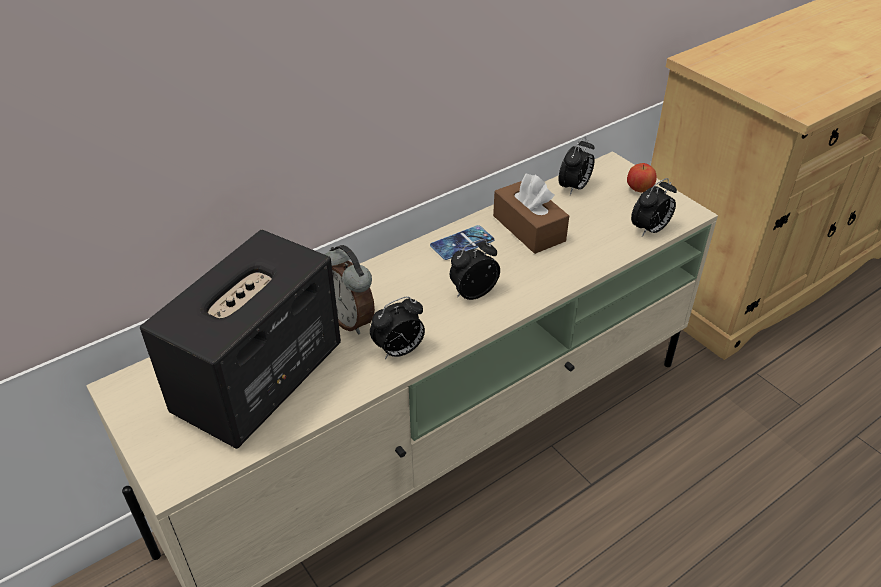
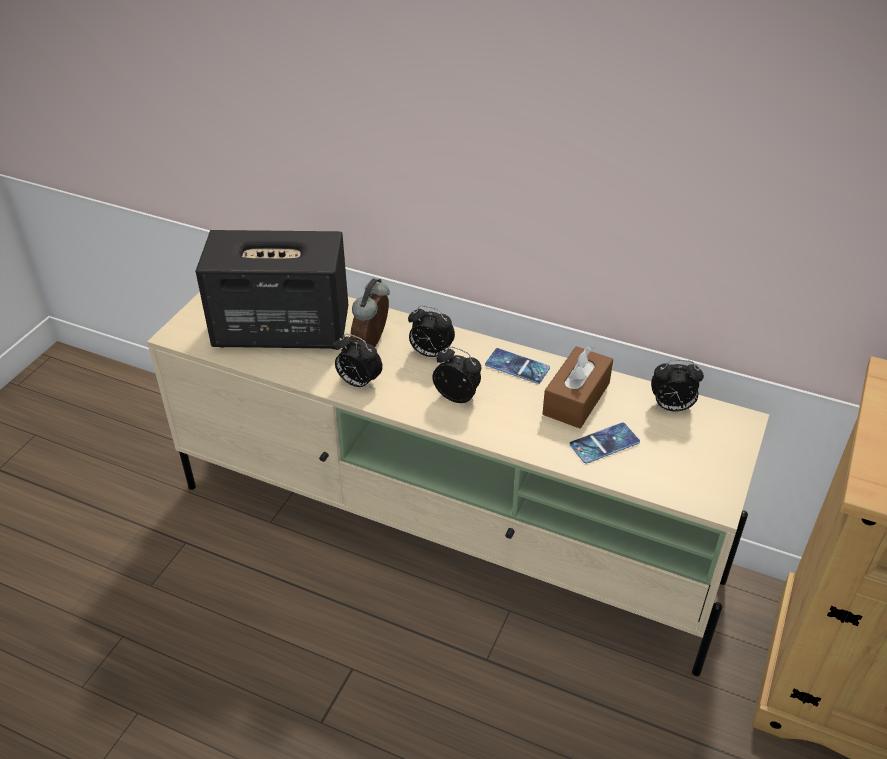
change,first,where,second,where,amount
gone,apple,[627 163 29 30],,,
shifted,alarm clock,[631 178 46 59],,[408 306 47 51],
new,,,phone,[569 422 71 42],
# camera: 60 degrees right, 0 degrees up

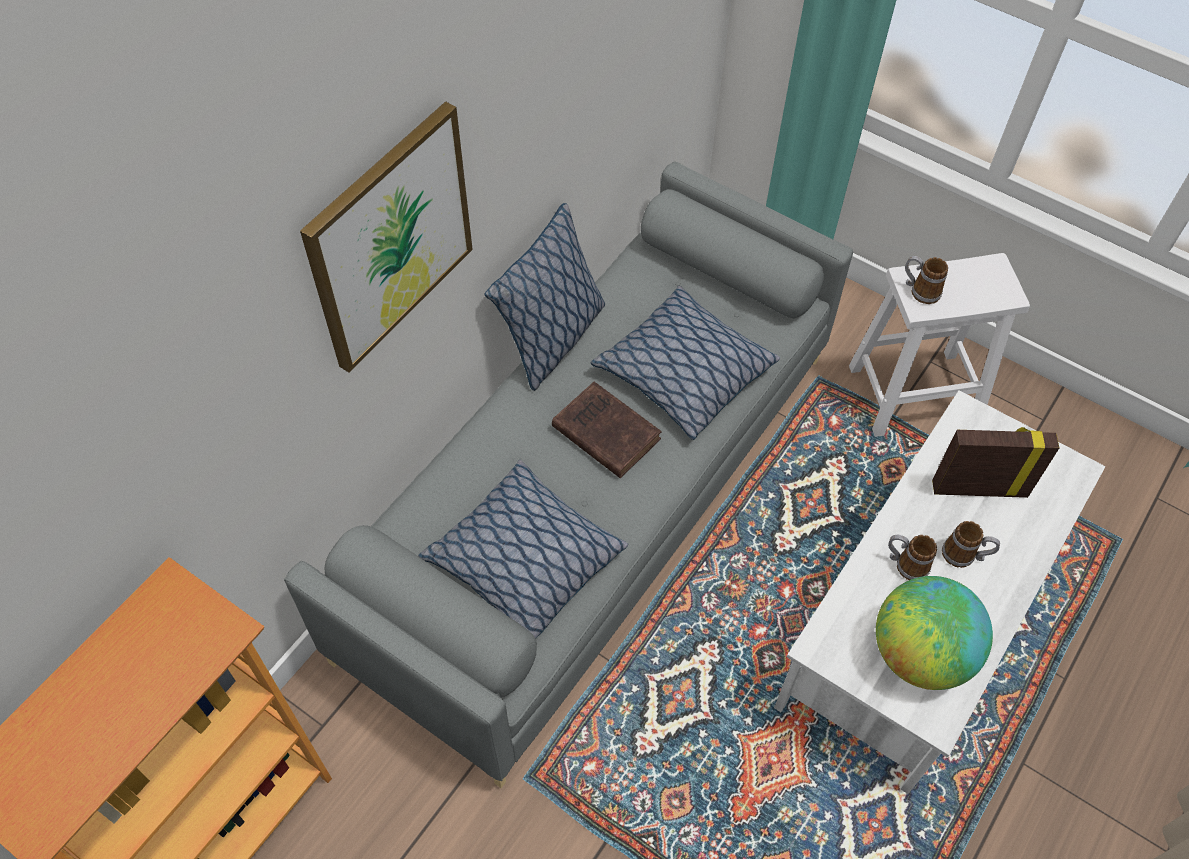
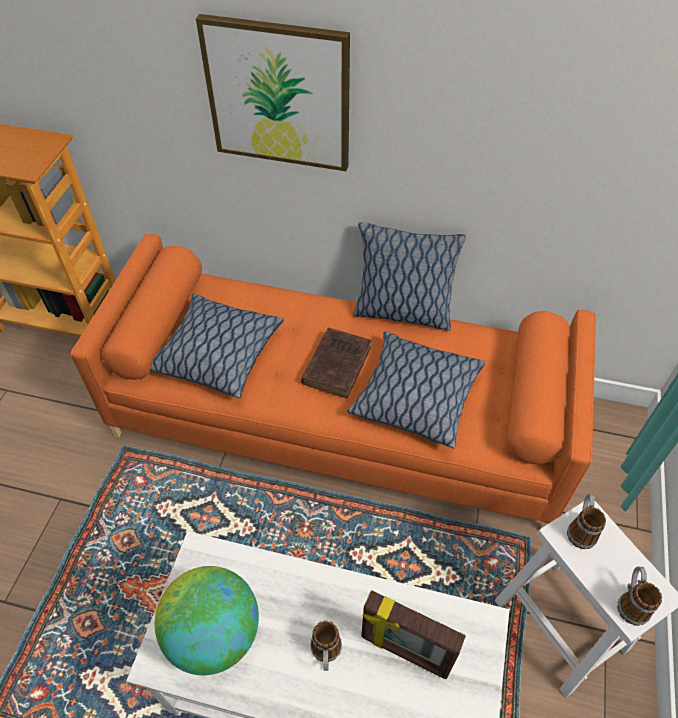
change,first,where,second,where,amount
repainted,grey sofa,[284 161 569 627],orange sofa,[70 234 526 294],
shifted,mug,[888 535 49 45],,[617 567 45 59],
rotated,picture frame,[932 427 127 71],,[361 590 105 89],135 degrees clockwise
# camera: 70 degrees right, 5 degrees down

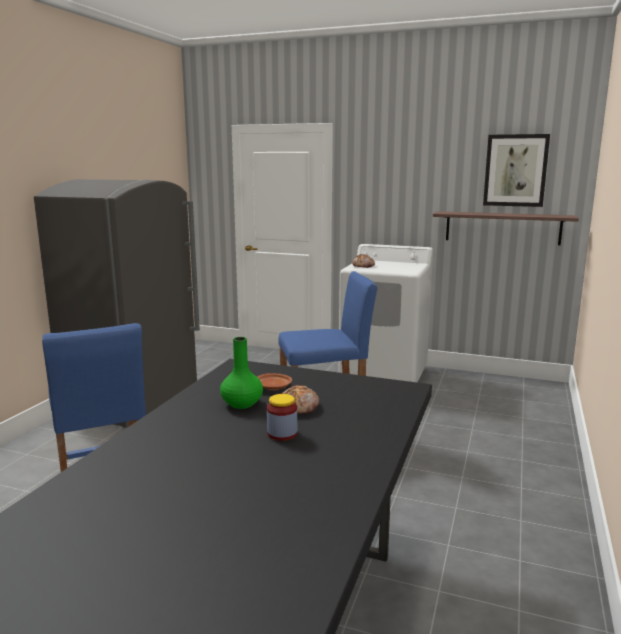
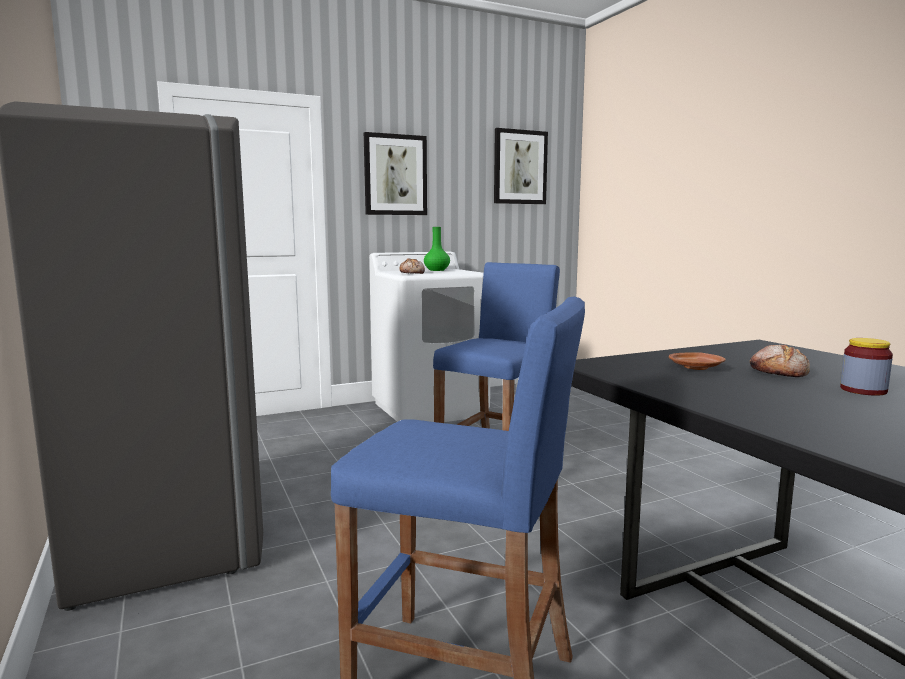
change,first,where,second,where,amount
shifted,green vase,[220 337 43 72],,[424 227 26 44],
gone,shelf,[433 211 146 34],,,
new,,,picture,[364 132 63 83],
# camera: 45 degrees left, 5 degrees down

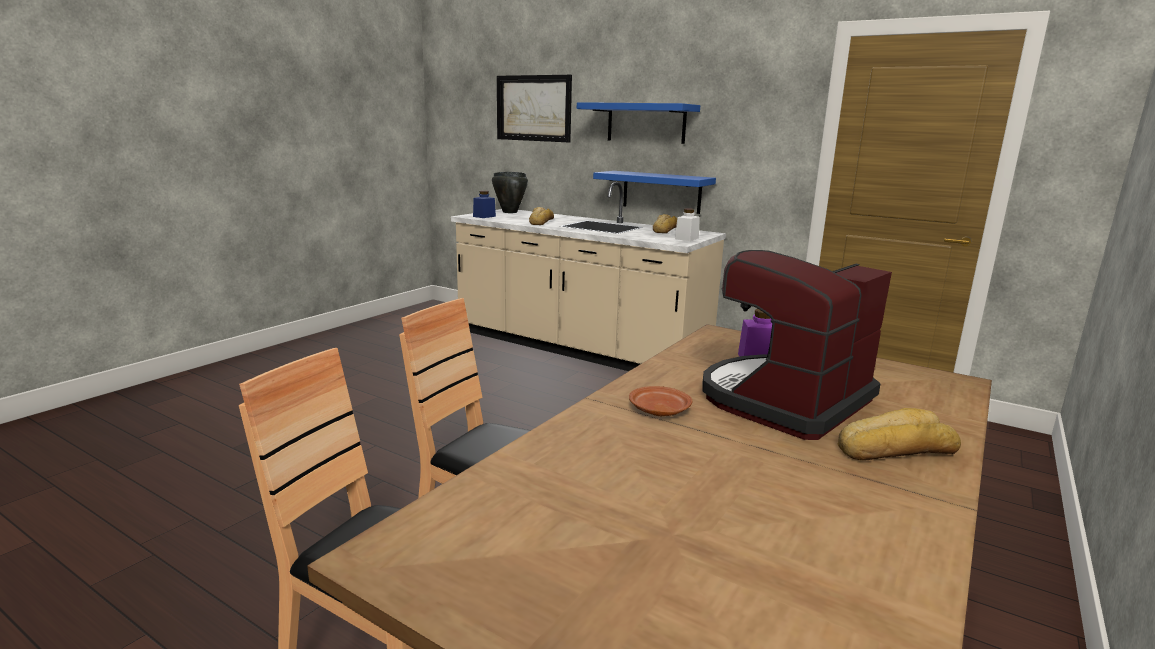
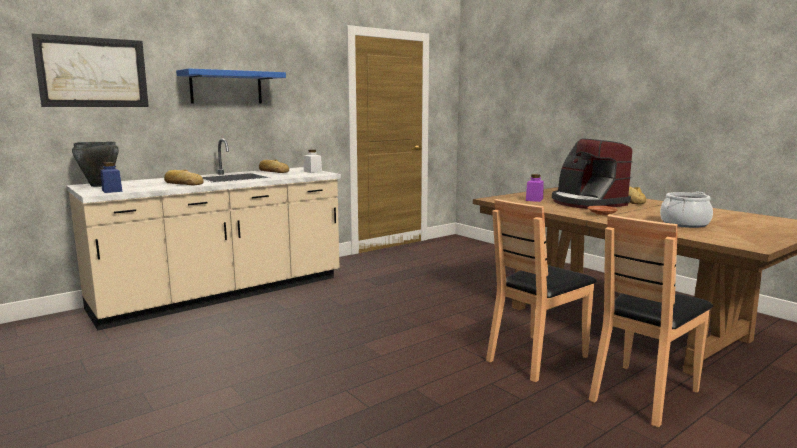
change,first,where,second,where,amount
gone,blue shelf,[593 171 123 43],,,
new,,,cooking pot,[660 192 53 36],
# camera: 70 degrees left, 5 degrees down

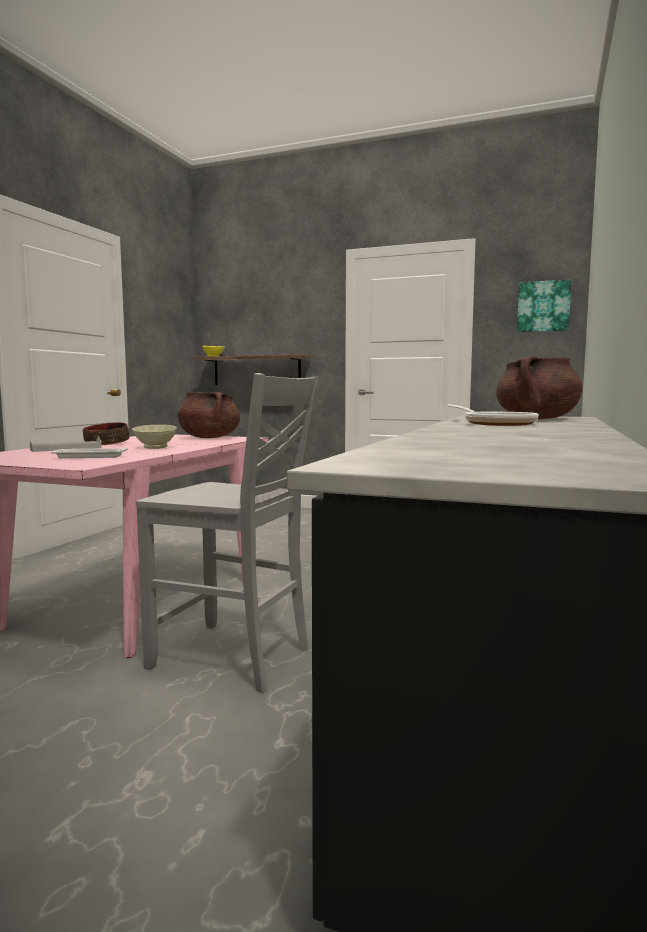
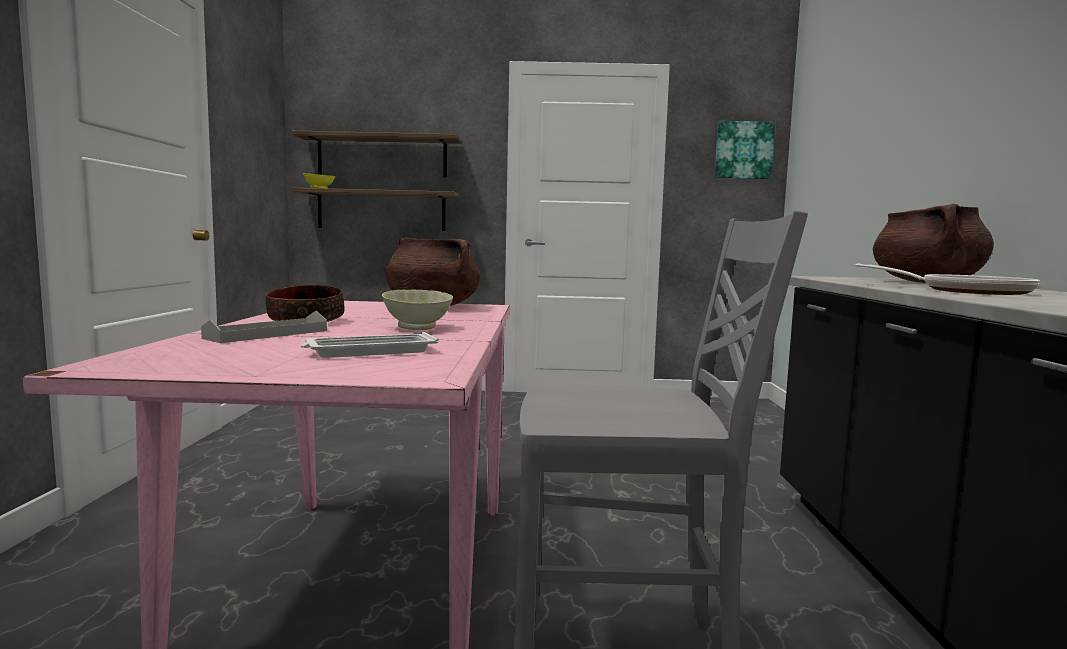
change,first,where,second,where,amount
new,,,shelf,[291 130 170 48],
# camera: 20 degrees left, 0 degrees up

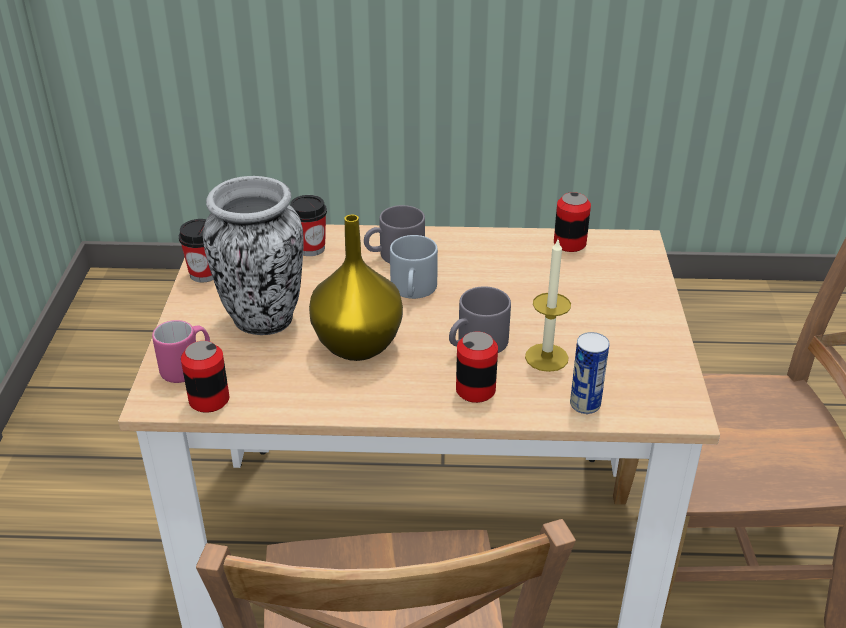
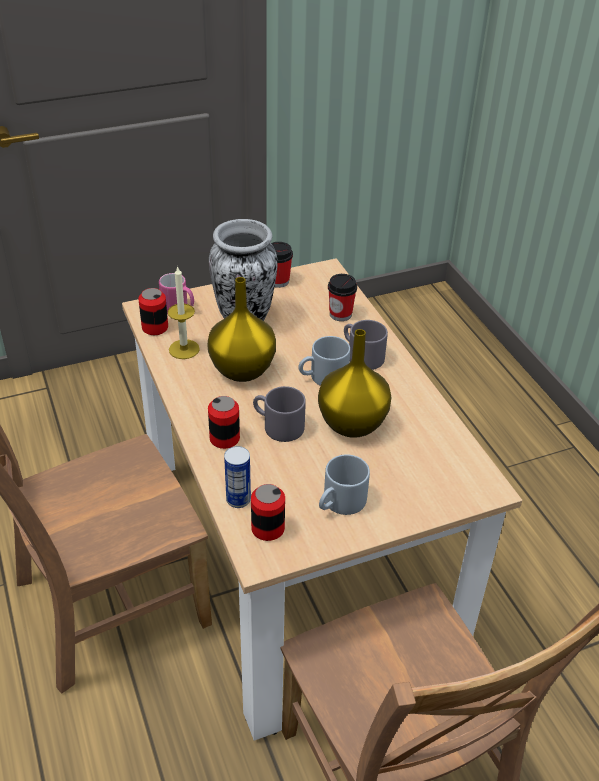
change,first,where,second,where,amount
shifted,candle,[525 240 46 132],,[168 266 32 93],
shifted,can,[554 192 37 60],,[251 484 34 57],
new,,,yellow vase,[318 329 73 109],
new,,,grey mug,[319 454 51 61],
# camera: 65 degrees right, 5 degrees up

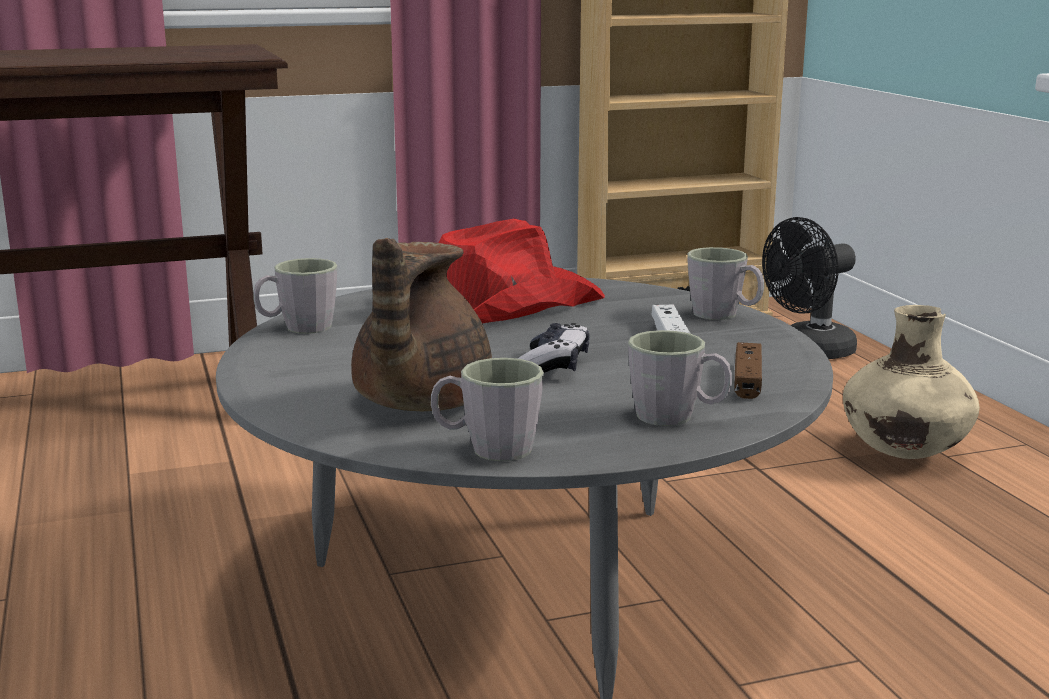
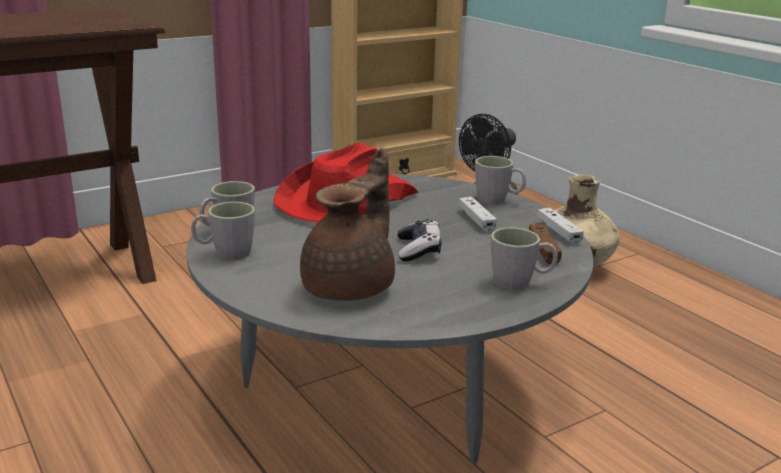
change,first,where,second,where,amount
rotated,brown teapot,[351 238 141 173],,[300 148 95 153],150 degrees counterclockwise
shifted,grey mug,[431 358 113 103],,[191 201 64 59],
new,,,white game controller,[537 208 47 36],
# camera: 15 degrees left, 5 degrees up

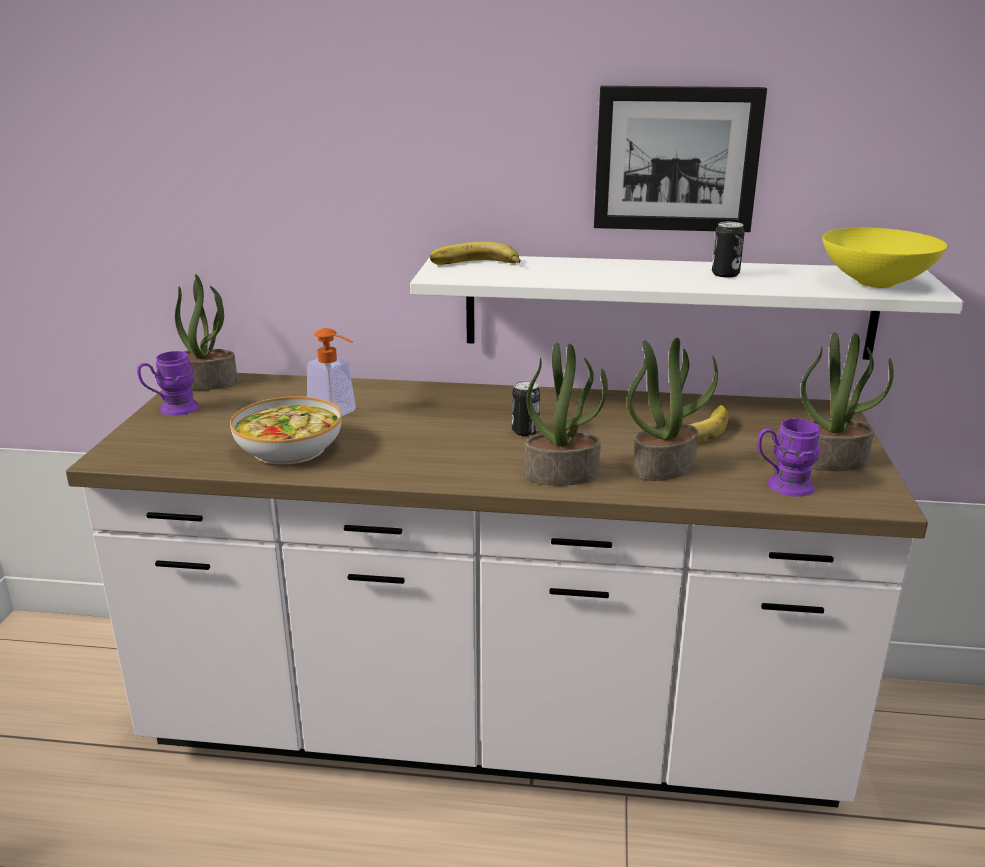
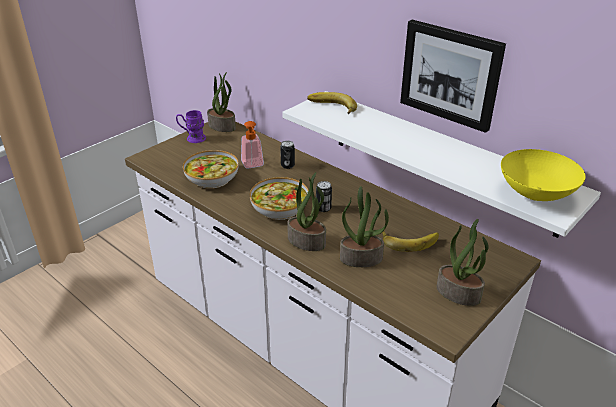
change,first,where,second,where,amount
shifted,can,[712 222 33 56],,[280 141 15 28],
gone,purple mug,[757 419 64 78],,,
new,,,bowl,[250 177 59 43],
# camera: 35 degrees right, 10 degrees up

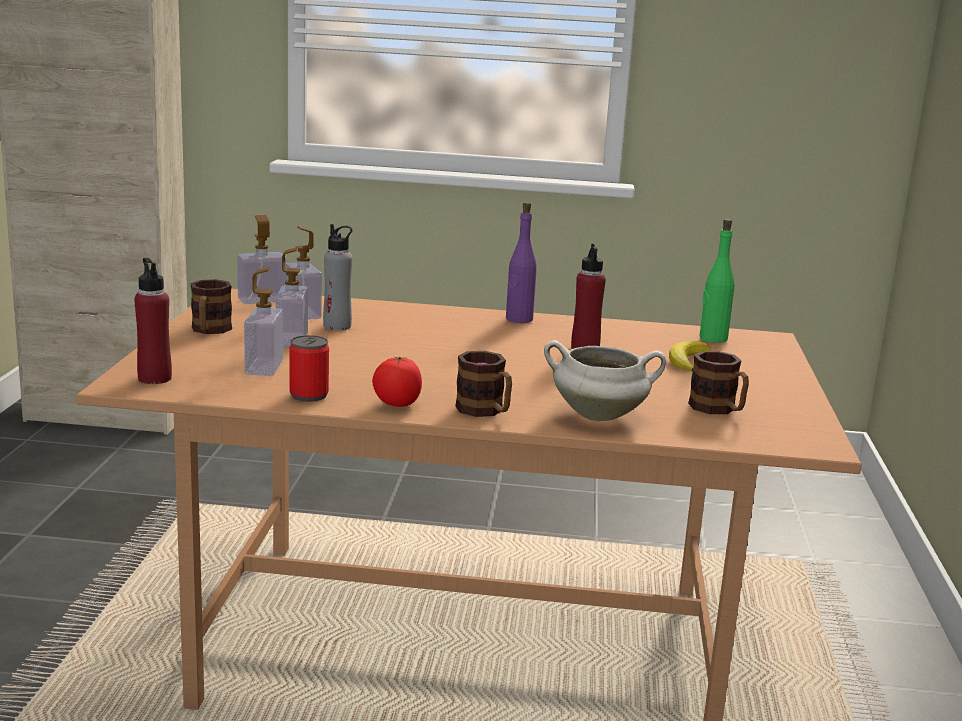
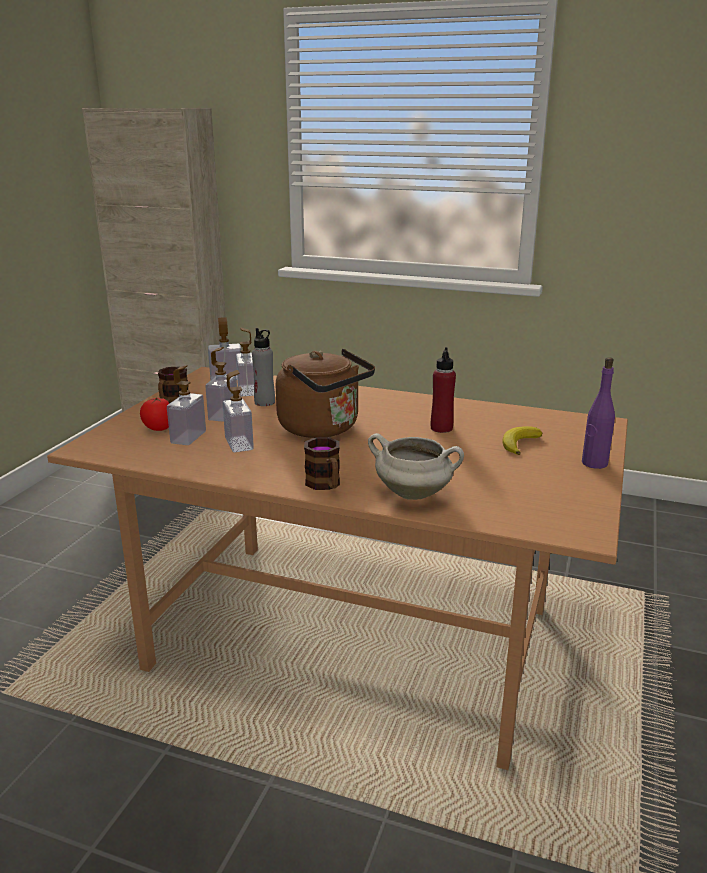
change,first,where,second,where,amount
gone,red bottle,[134 258 38 126],,,
gone,can,[289 335 40 67],,,
shifted,tomato,[372 356 50 51],,[140 397 29 34],
shifted,purple bottle,[506 202 31 121],,[582 357 33 112],
gone,mug,[688 351 61 63],,,
gone,green bottle,[700 219 34 124],,,
new,,,soap dispenser,[223 370 31 82],
new,,,brown kettle,[276 349 99 89],
# camera: 15 degrees right, 5 degrees up

